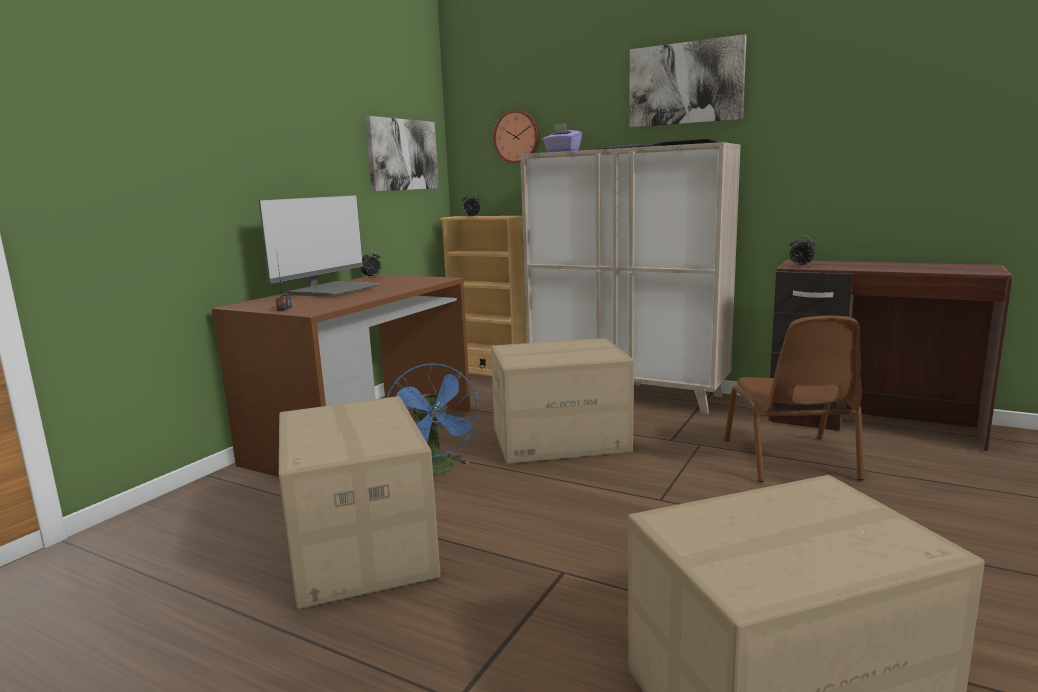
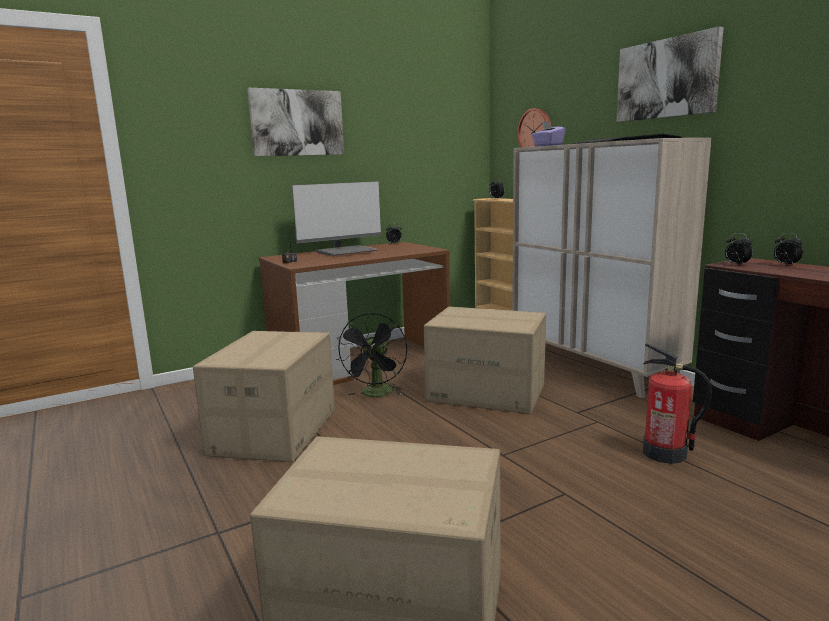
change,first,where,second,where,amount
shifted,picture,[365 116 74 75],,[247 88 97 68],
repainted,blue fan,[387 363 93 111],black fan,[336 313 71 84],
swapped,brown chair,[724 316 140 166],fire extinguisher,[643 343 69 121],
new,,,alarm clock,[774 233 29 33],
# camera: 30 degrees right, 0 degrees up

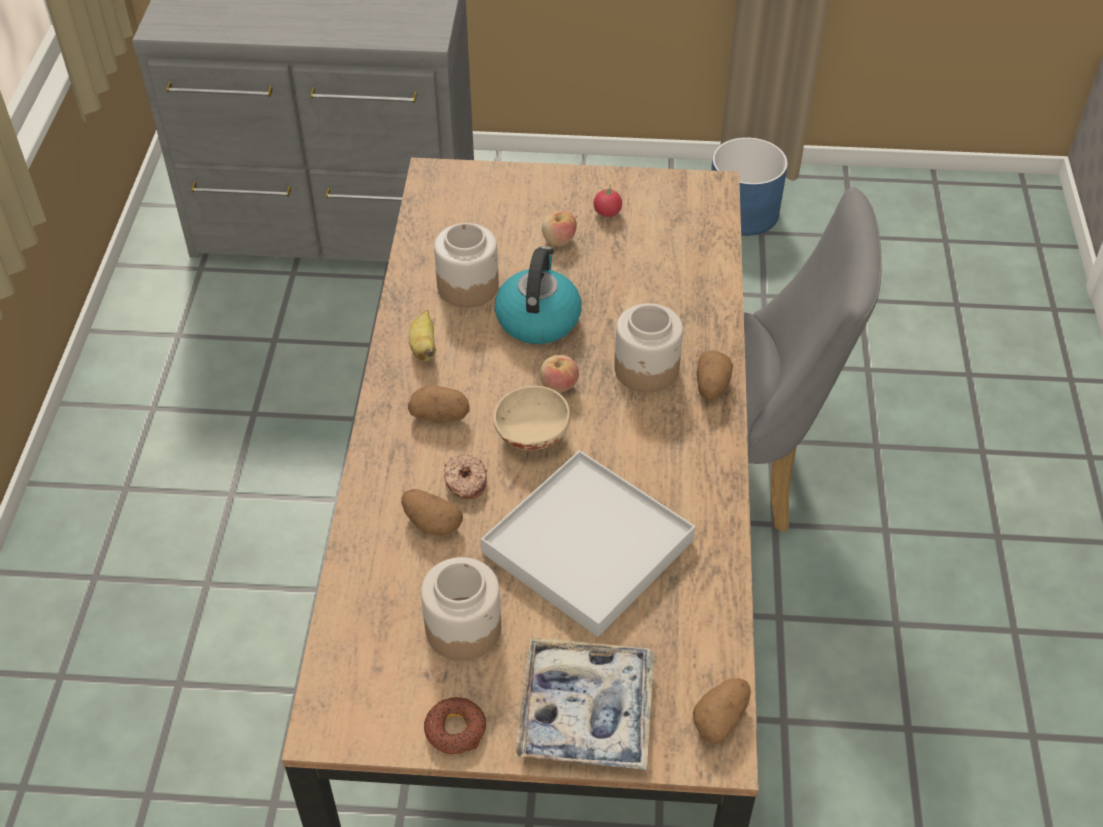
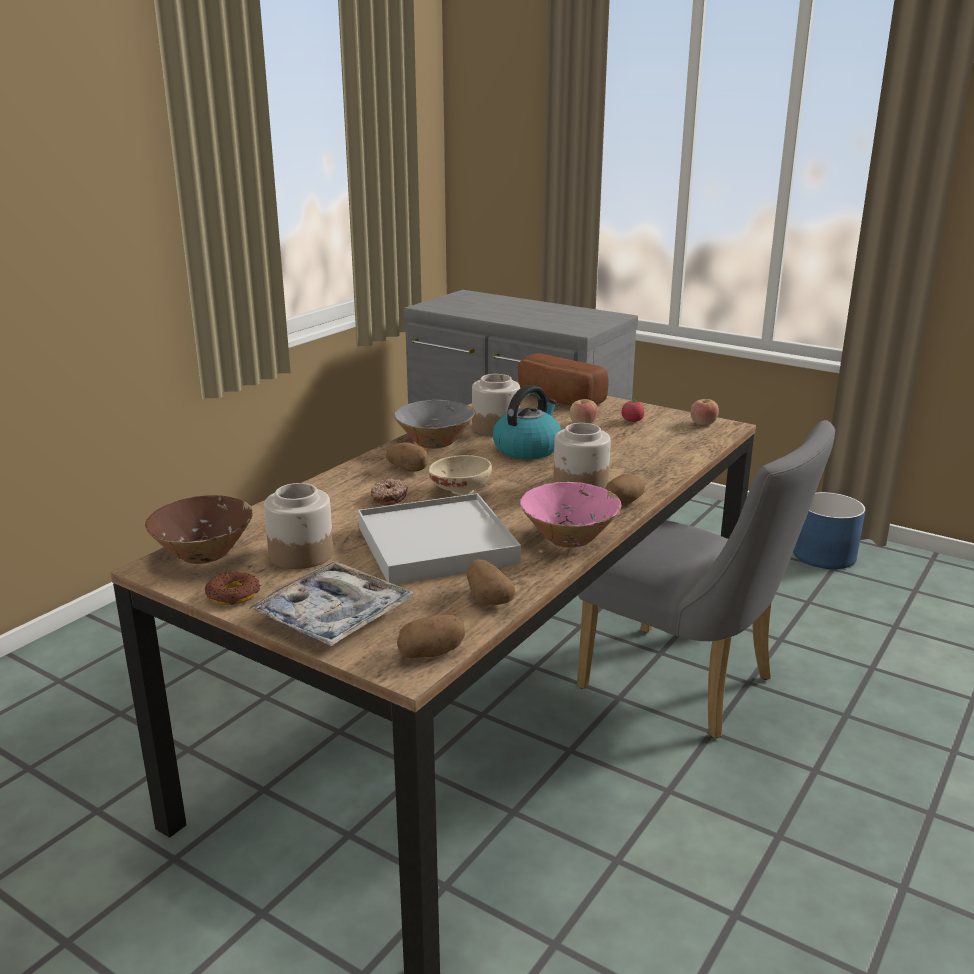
change,first,where,second,where,amount
shifted,potato,[401 489 62 47],,[467 559 48 46],
swapped,banana,[409 310 27 51],grey bowl,[394 400 81 49],
shifted,apple,[540 355 39 38],,[691 399 28 26],
new,,,brown bowl,[145 495 108 69],
new,,,bread,[518 353 91 53],
new,,,pink bowl,[520 482 102 65],
# camera: 30 degrees right, 25 degrees down

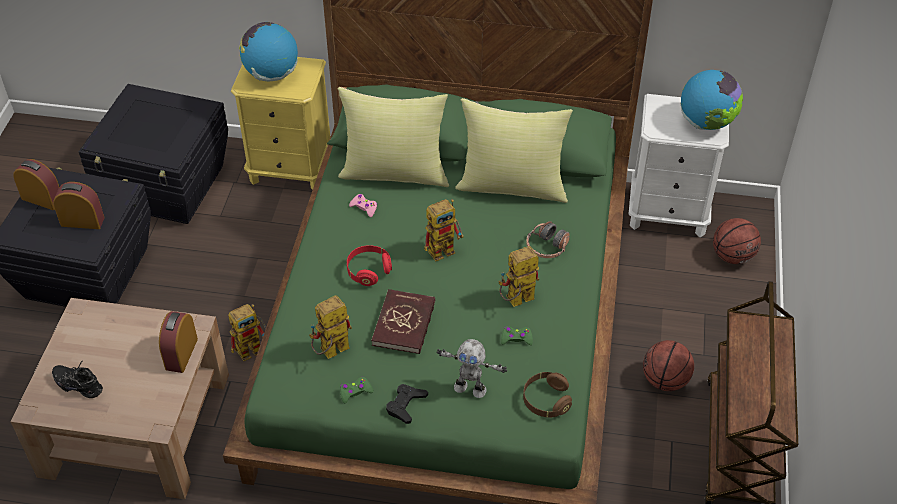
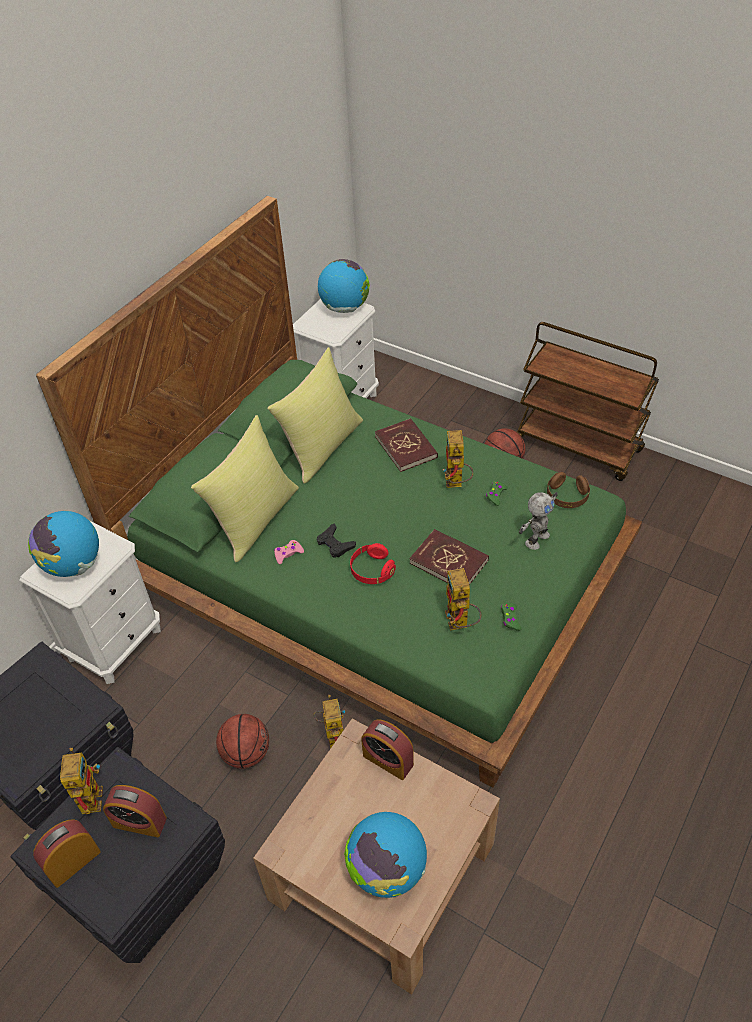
change,first,where,second,where,amount
swapped,black shoe,[52 360 51 38],globe,[344 812 83 86],
rotated,alarm clock,[53 182 52 47],,[103 785 64 52],105 degrees counterclockwise
repainted,yellow nightstand,[231 57 99 133],white nightstand,[19 521 142 163],
shifted,black game controller,[386 384 42 40],,[317 523 39 35],
shifted,toy robot,[424 199 40 62],,[60 748 43 66],
swapped,headphones,[526 221 44 37],red book,[375 418 63 54],
shifted,basketball,[713 218 48 46],,[216 714 53 55],
# camera: 65 degrees left, 0 degrees up

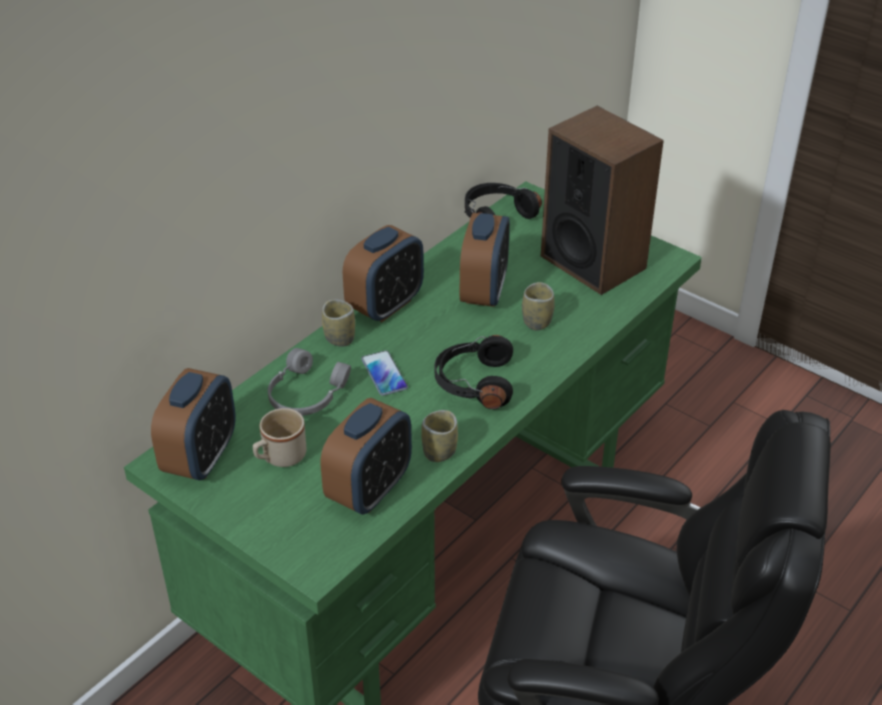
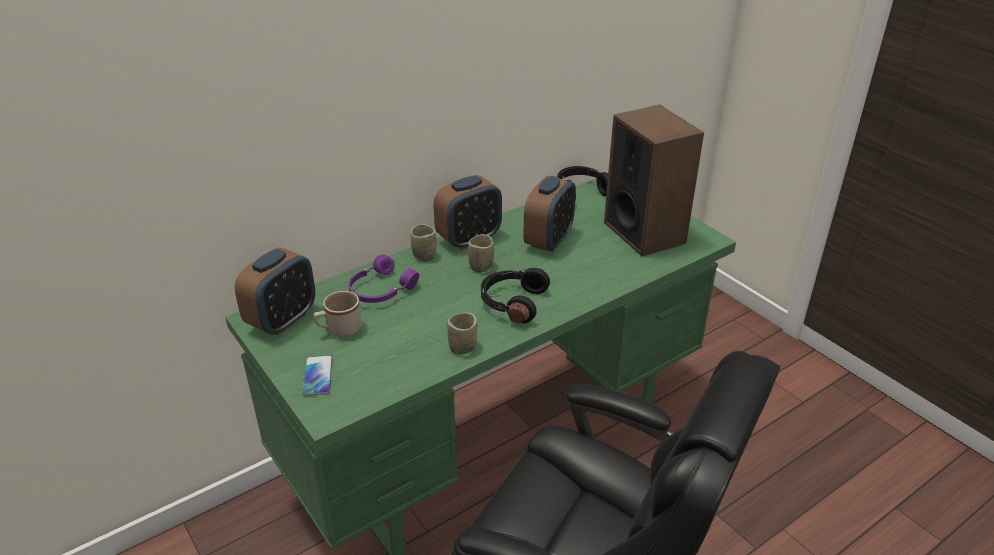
change,first,where,second,where,amount
repainted,grey headphones,[268 348 83 68],purple headphones,[348 254 71 49],
gone,alarm clock,[320 398 92 117],,,
shifted,phone,[361 351 47 45],,[302 355 31 41],
shifted,cup,[522 282 33 48],,[468 234 26 39],
# camera: 15 degrees right, 5 degrees down

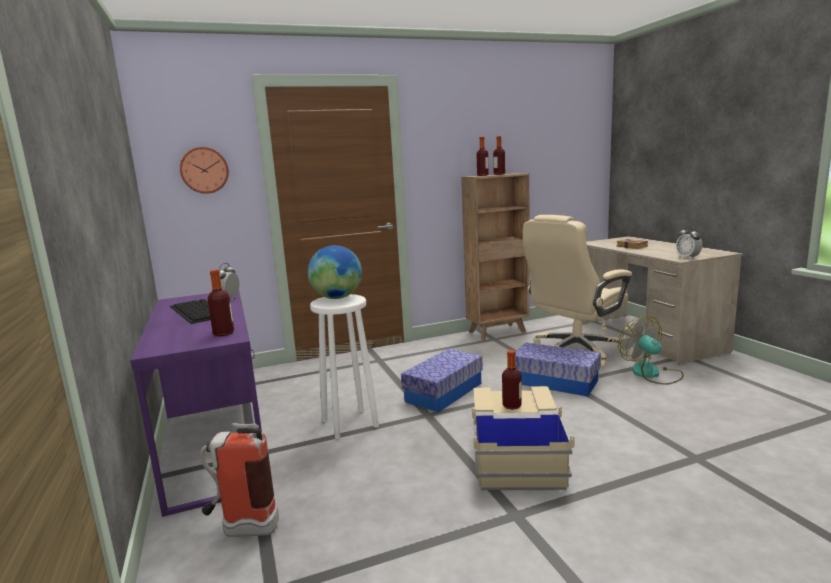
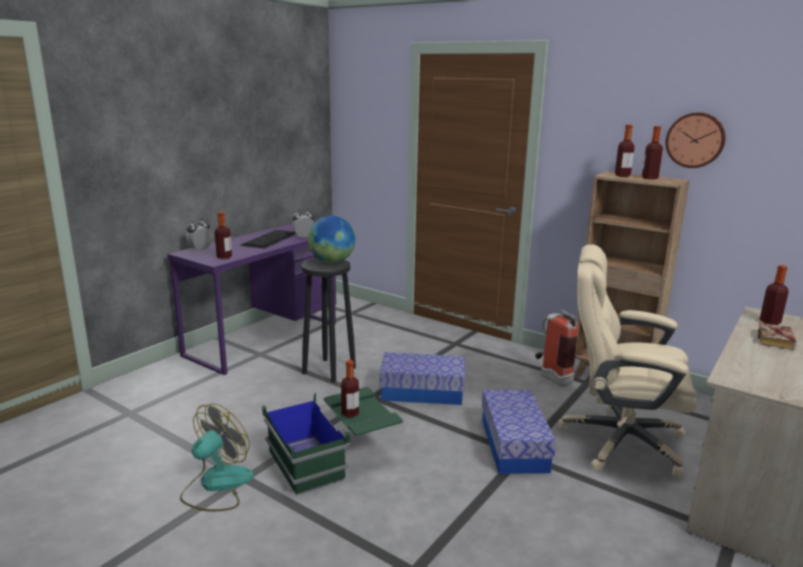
change,first,where,second,where,amount
shifted,wall clock,[180 147 49 47],,[666 112 60 56],
shifted,fire extinguisher,[200 423 79 114],,[535 309 44 78],
repainted,white stool,[310 294 69 145],black stool,[302 258 54 125],
repainted,beige storage box,[472 386 103 104],green storage box,[262 387 141 108],
shifted,fan,[618 316 66 69],,[180 403 74 108],
shifted,alarm clock,[676 226 26 34],,[187 218 26 33],
new,,,bottle,[760 265 29 60],
# camera: 55 degrees right, 5 degrees up

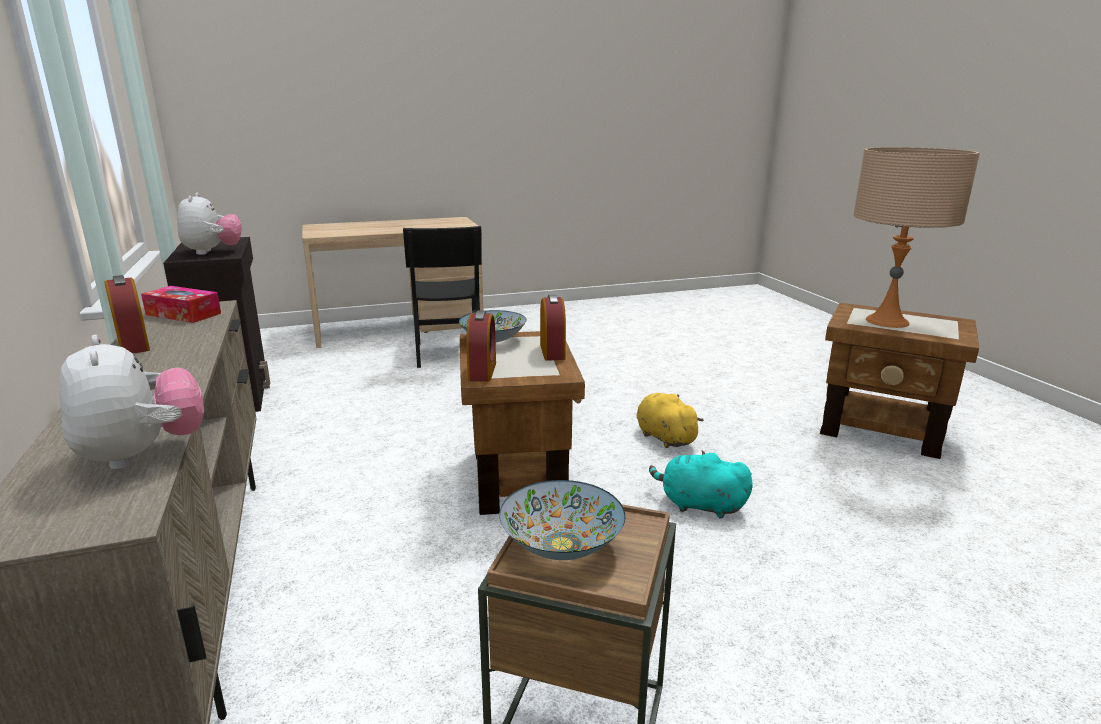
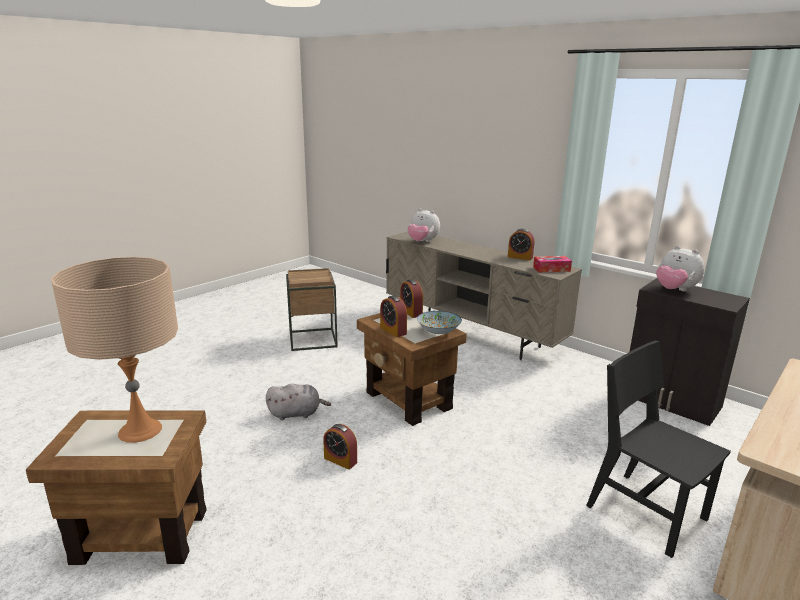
change,first,where,second,where,amount
gone,bowl,[499 480 126 80],,,
swapped,yellow plush toy,[636 393 68 55],alarm clock,[323 424 34 46],
repainted,turquoise plush toy,[649 451 104 67],grey plush toy,[266 384 65 36],
# camera: 150 degrees right, 0 degrees up

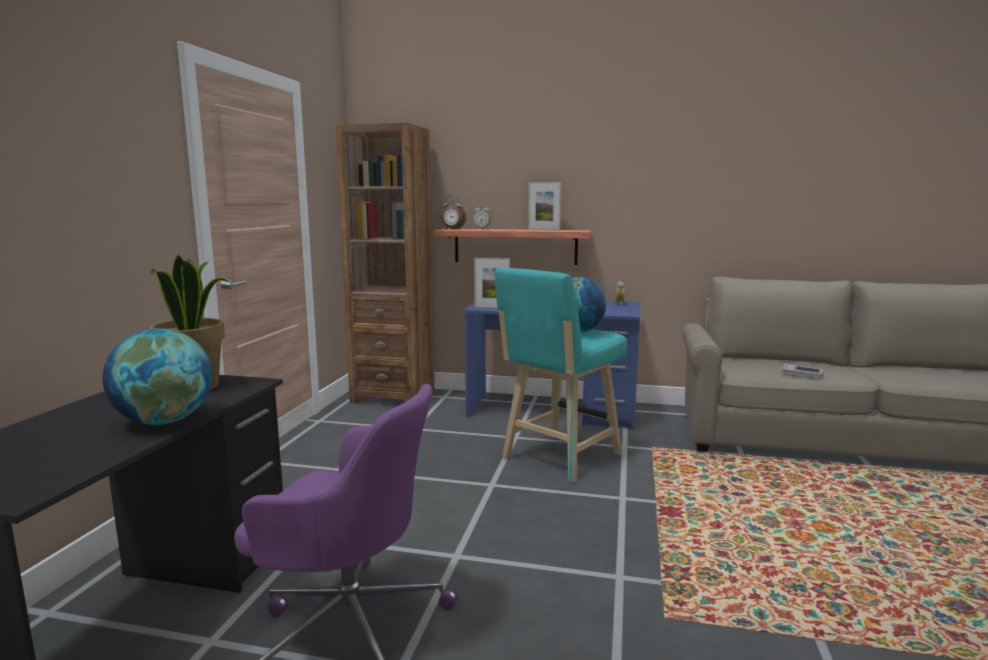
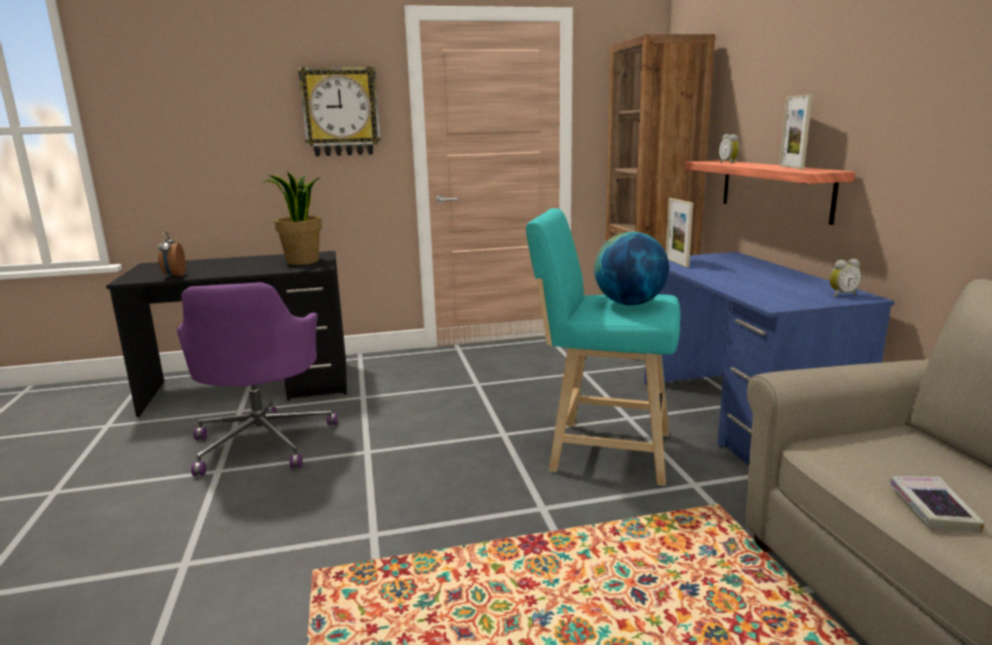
change,first,where,second,where,amount
gone,globe,[102 328 110 97],,,
shifted,alarm clock,[441 196 25 33],,[158 232 28 46],
new,,,wall clock,[298 67 83 90],
# camera: 65 degrees right, 5 degrees up

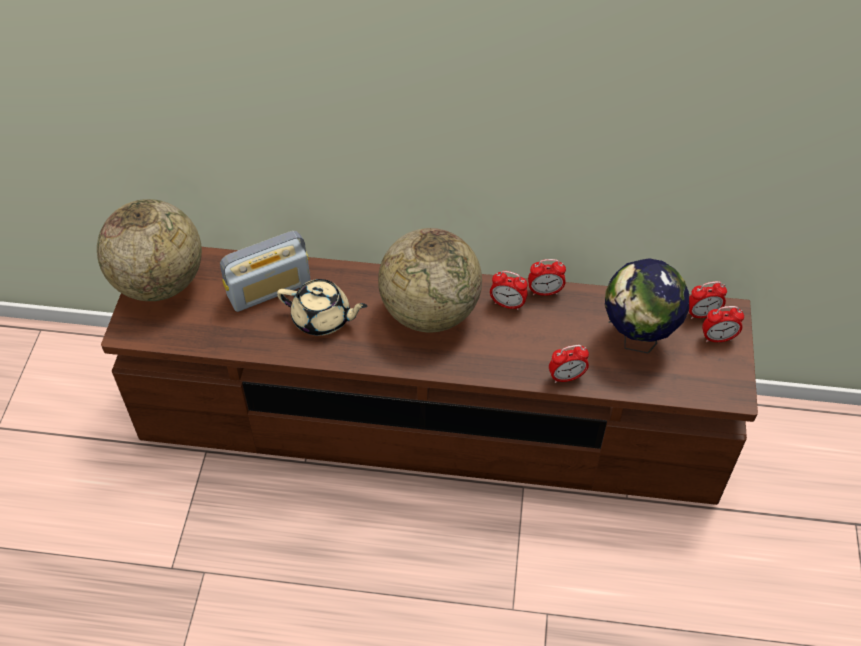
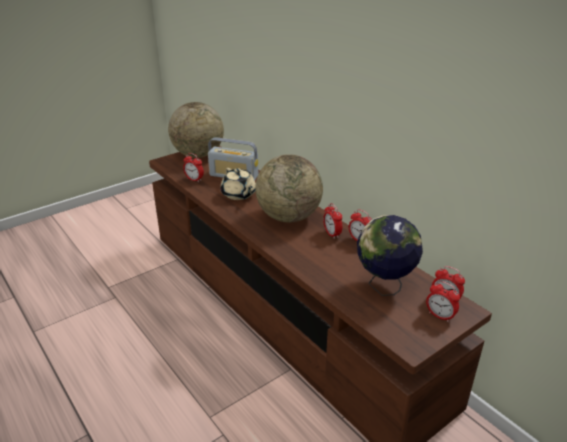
change,first,where,second,where,amount
shifted,alarm clock,[549 345 40 38],,[183 153 21 29],
# camera: 45 degrees right, 20 degrees down

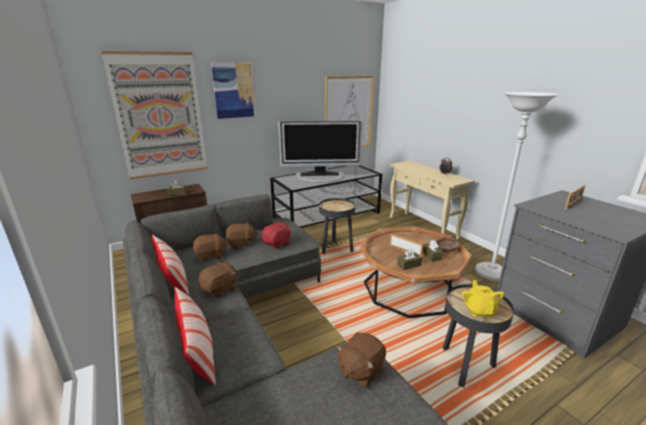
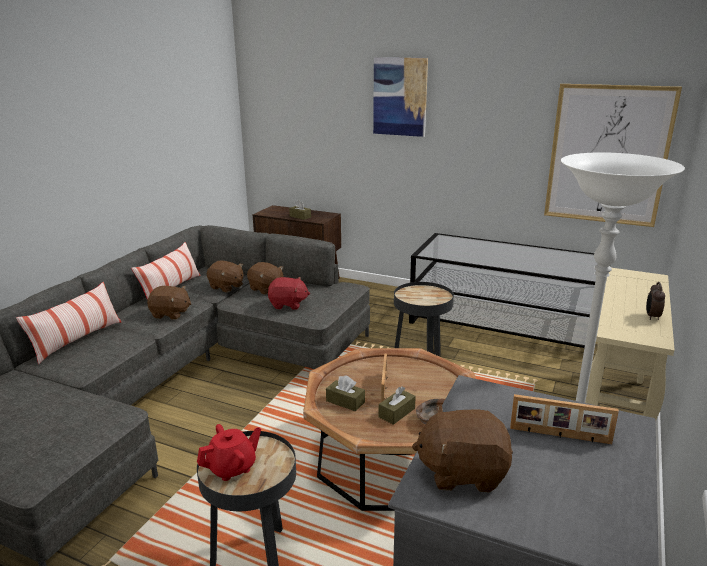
change,first,where,second,where,amount
gone,picture,[101 51 106 129],,,
gone,television,[278 121 85 61],,,
shifted,brown plush toy,[336 332 50 55],,[412 404 101 88],
repainted,yellow teapot,[462 280 43 37],red teapot,[197 424 64 57],
# camera: 55 degrees right, 0 degrees up

